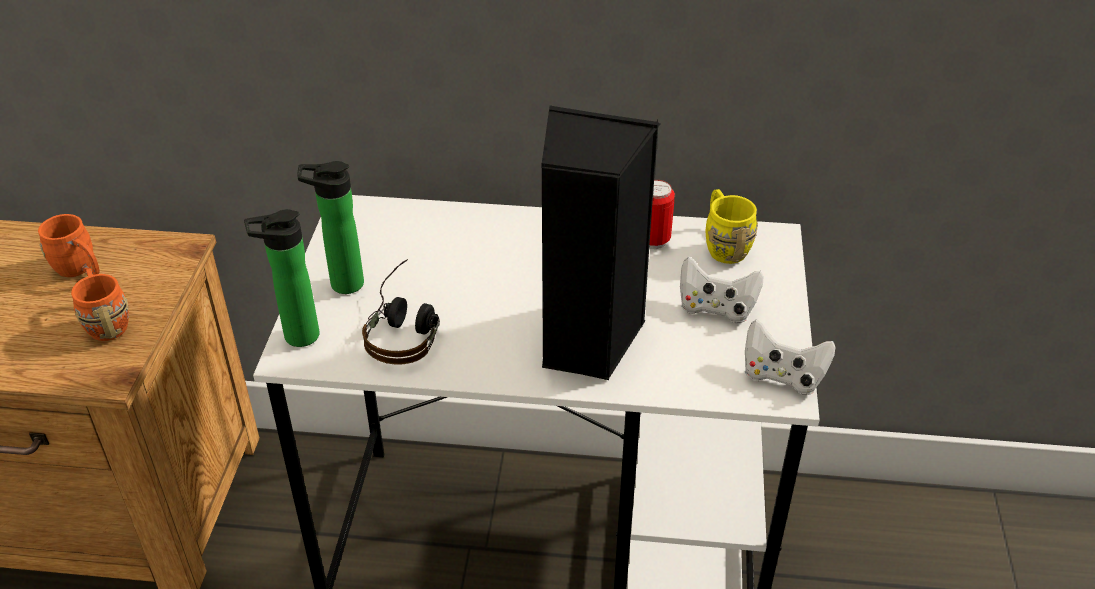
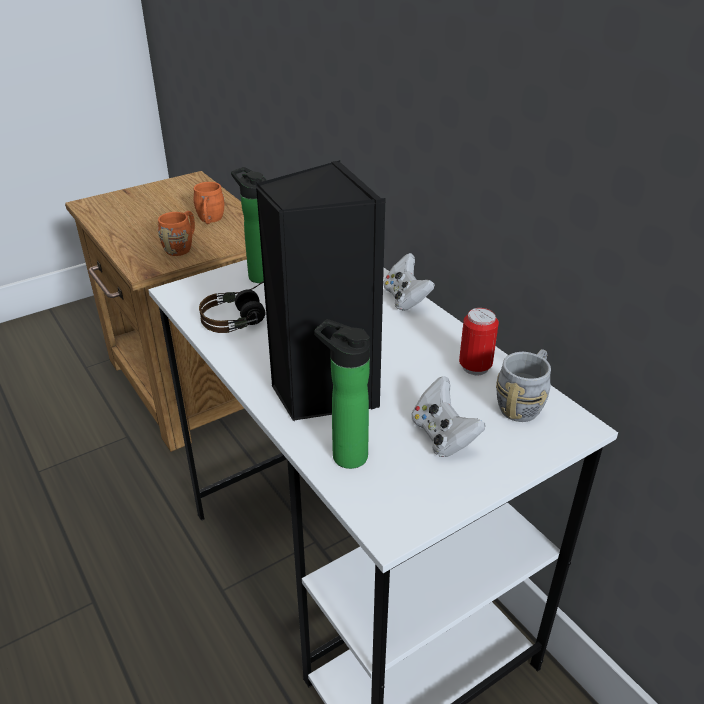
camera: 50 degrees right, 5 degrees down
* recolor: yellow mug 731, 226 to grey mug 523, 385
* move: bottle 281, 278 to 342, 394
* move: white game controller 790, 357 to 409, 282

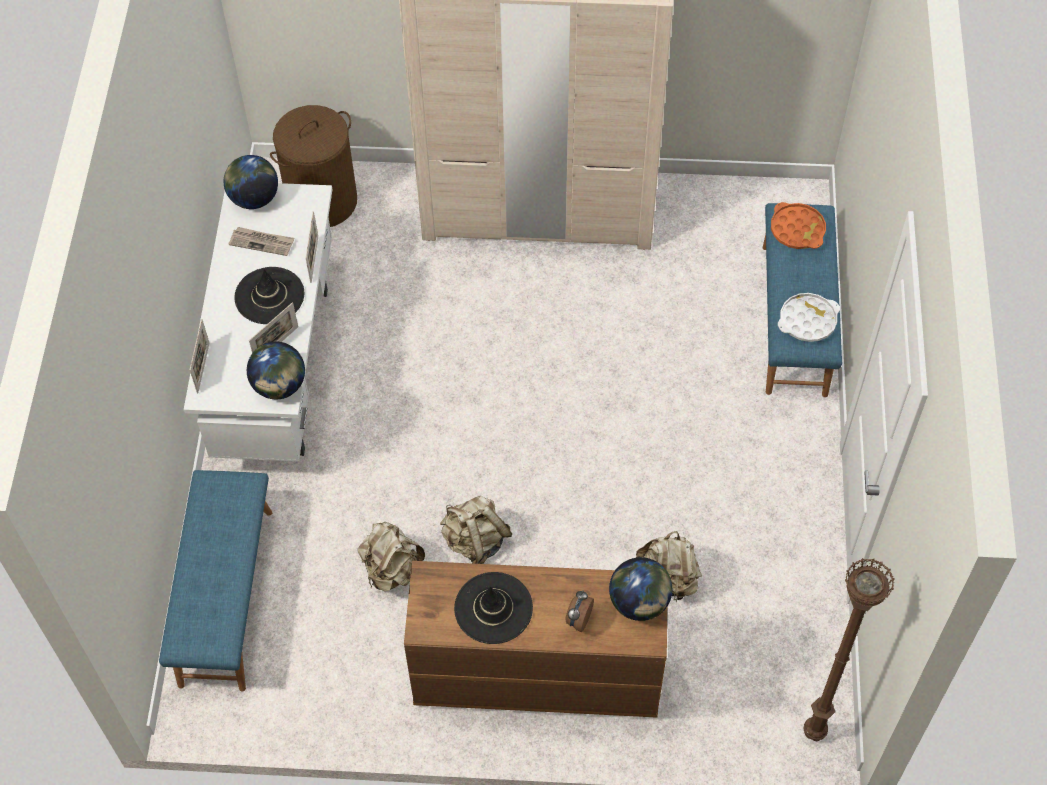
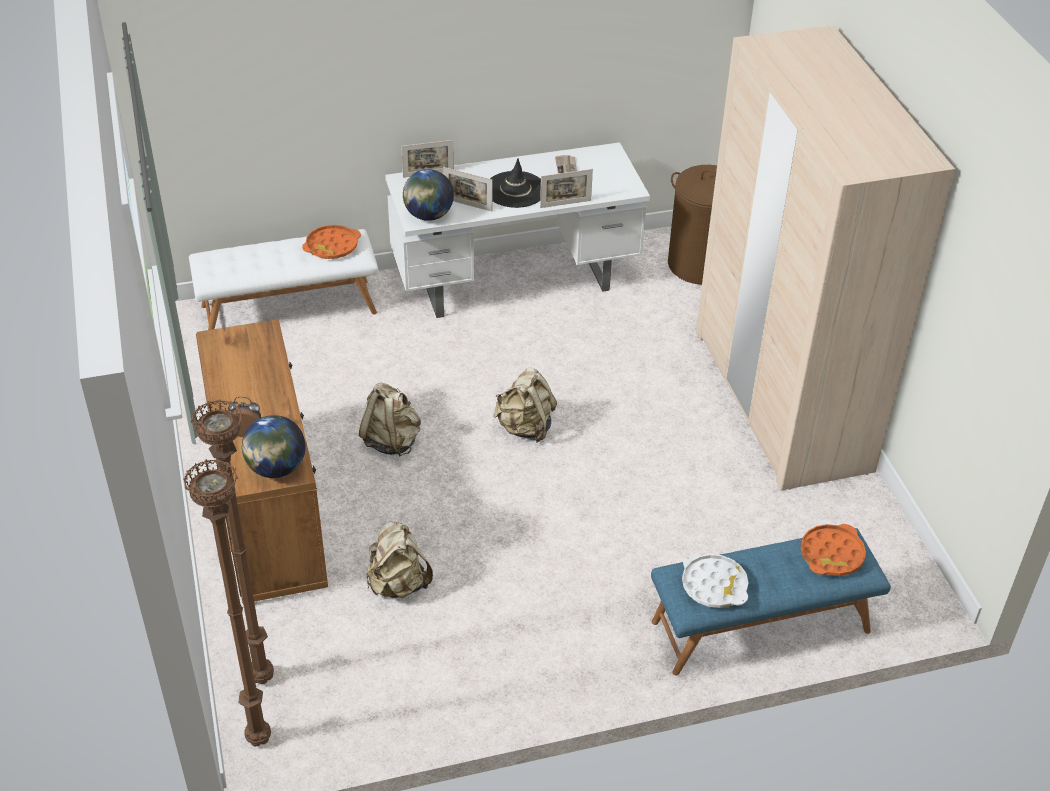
camera: 70 degrees right, 15 degrees down
* delete: globe 251, 182
* recolor: blue bench 215, 581 to white bench 283, 279
* move: beige backpack 391, 557 to 525, 405
* delete: black hat 493, 608
* insert: orange tray 331, 242
* insert: brown floor lamp 232, 541

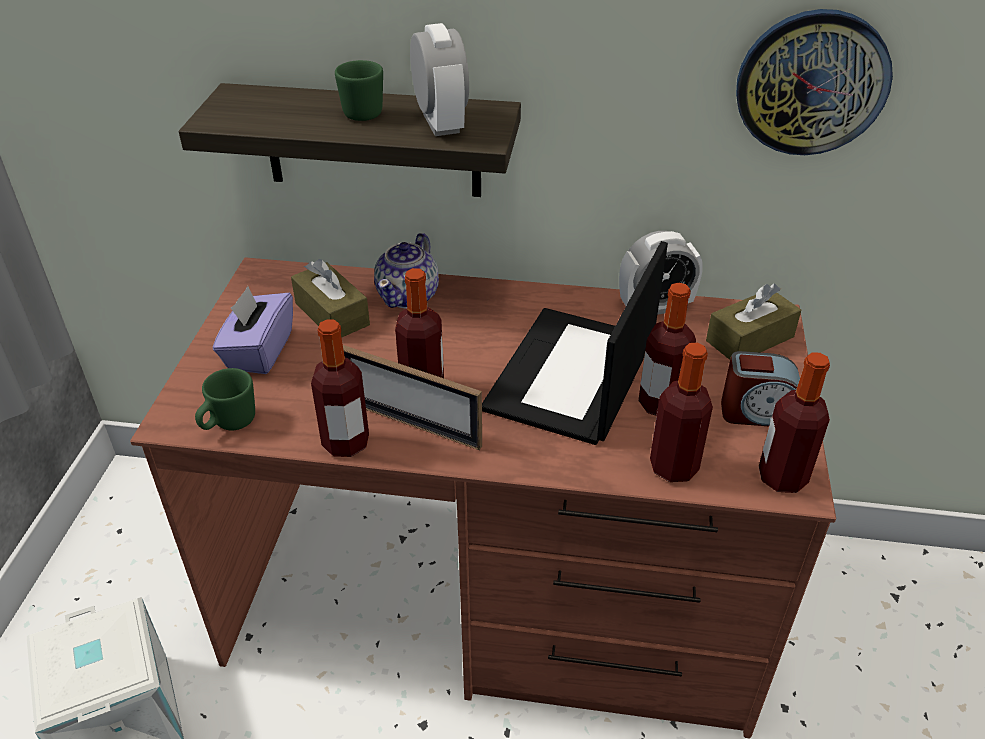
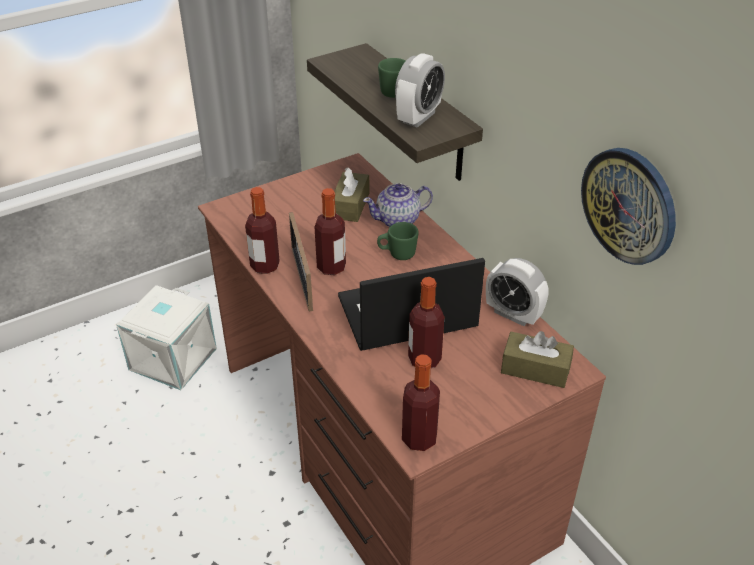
camera: 50 degrees right, 0 degrees up
* delete: purple tissue box 253, 330
* delete: bottle 681, 412
* delete: alarm clock 760, 388
* move: green mug 225, 399 to 398, 241

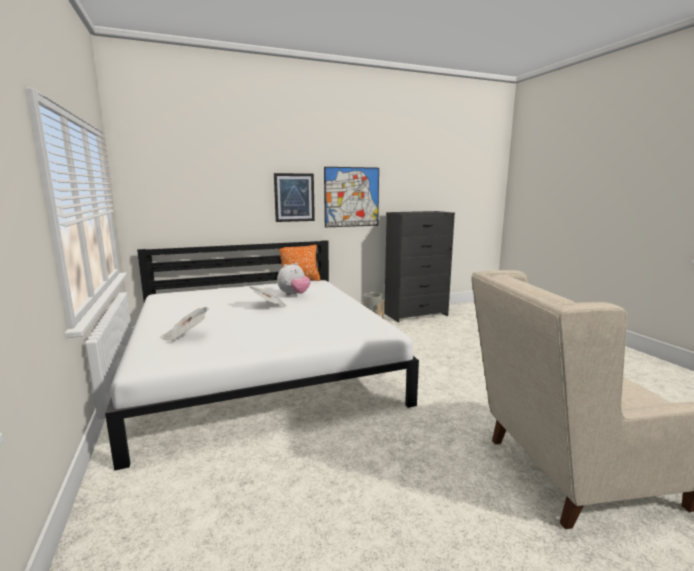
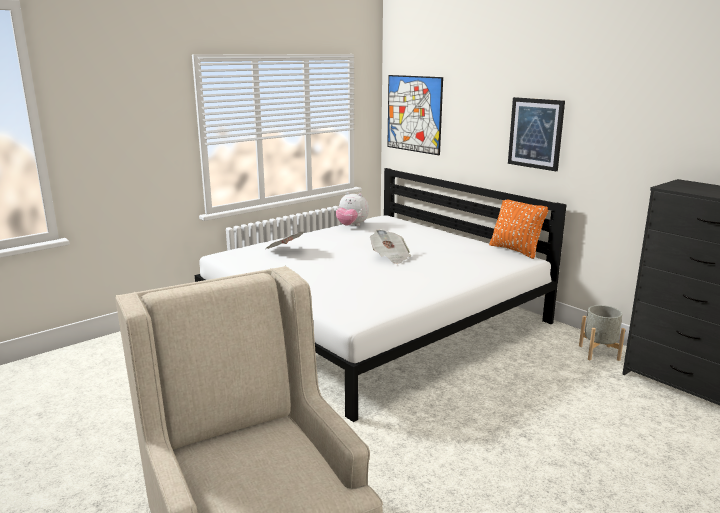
camera: 70 degrees right, 5 degrees up
* move: picture 351, 197 to 415, 115
* move: plush toy 294, 279 to 352, 209

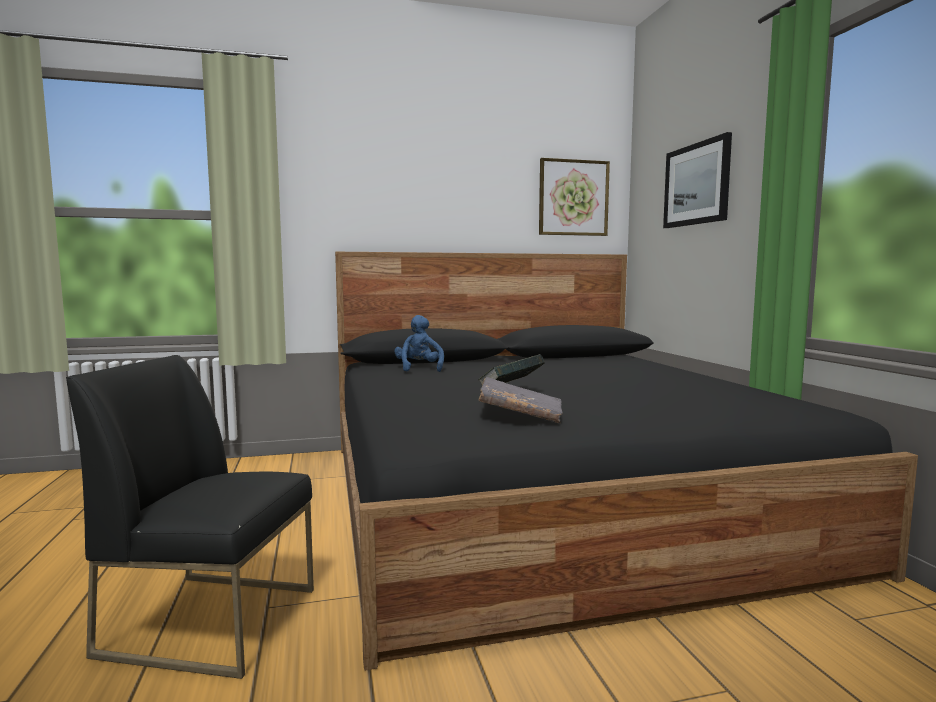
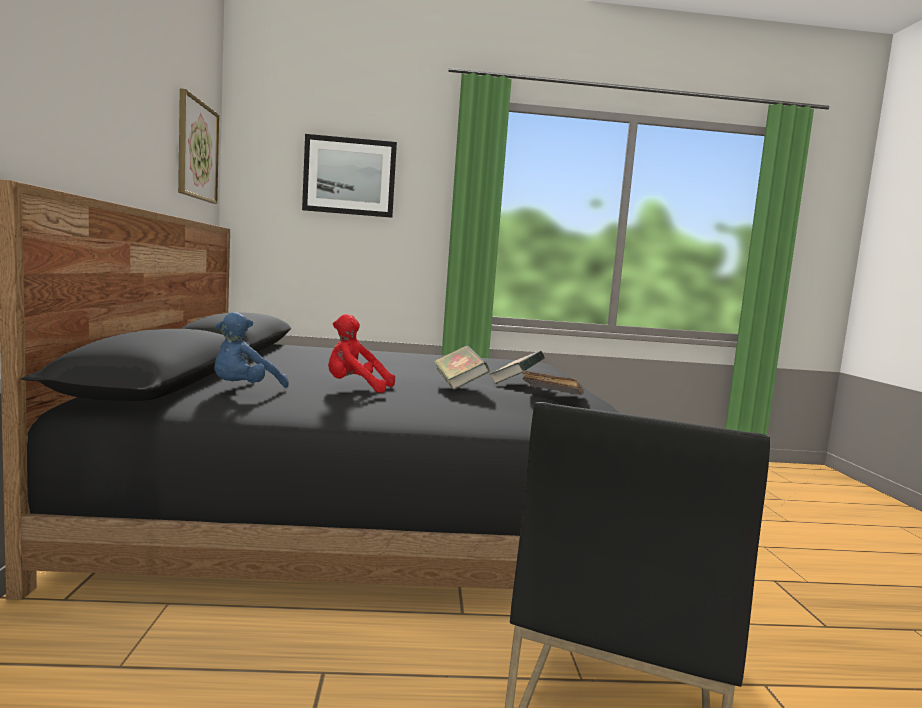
camera: 80 degrees left, 0 degrees up
* rotate: blue plush toy 419, 343 = 251, 350 60 degrees counterclockwise
* insert: red plush toy 361, 353
* insert: book 517, 367

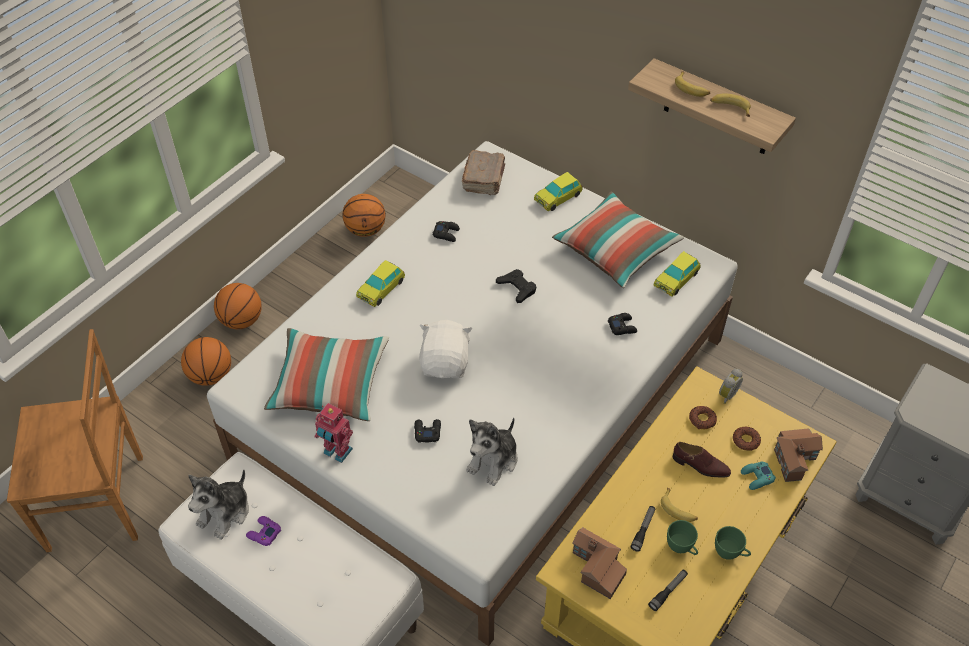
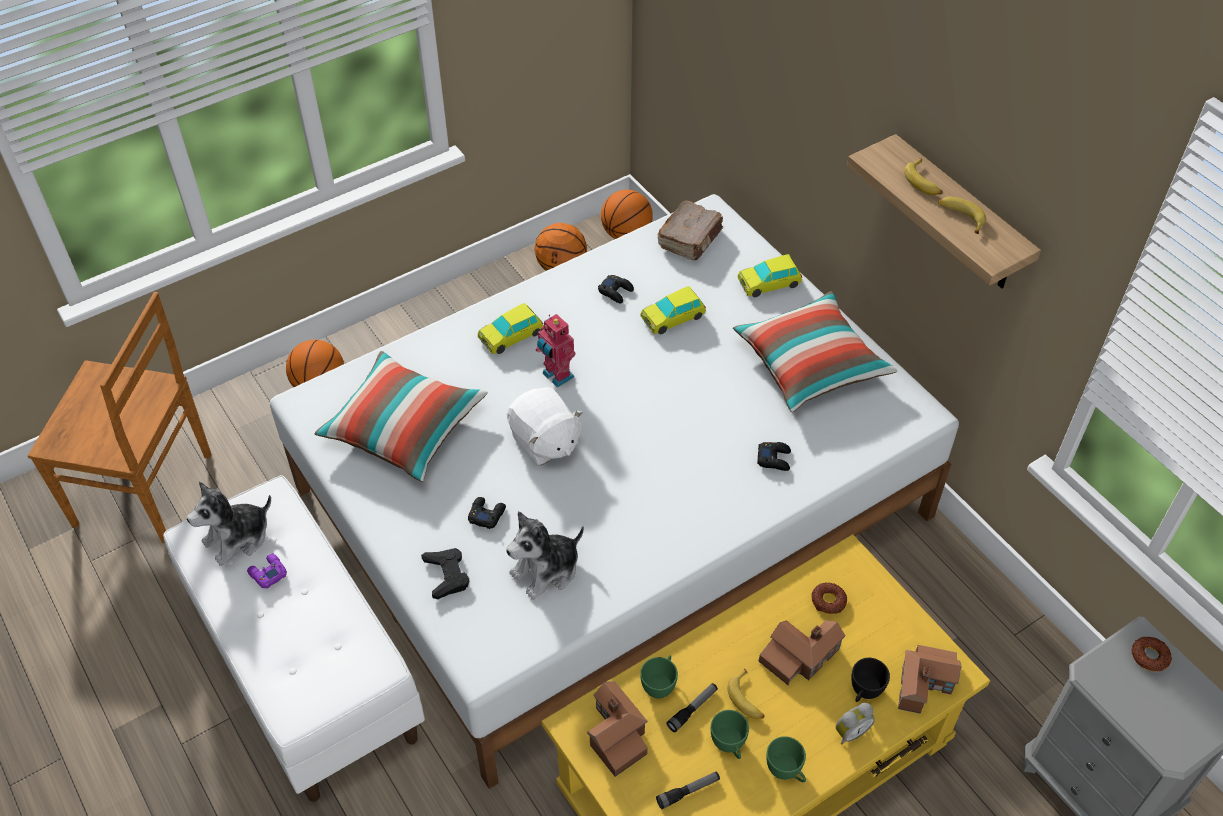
camera: 20 degrees right, 0 degrees up
* move: toy car 677, 274 to 673, 310
* move: black game controller 516, 286 to 445, 573
* move: basketball 238, 306 to 627, 214
* rotate: white plush toy 446, 349 = 545, 426 120 degrees clockwise
* move: alarm clock 731, 386 to 855, 724
* move: toy robot 334, 433 to 556, 351
* move: donut 747, 439 to 1152, 654
* replace: brown shoe 702, 459 to toy house 802, 652
* replace: turquoise game controller 758, 475 to black cup 870, 680
* insert: green cup 659, 677

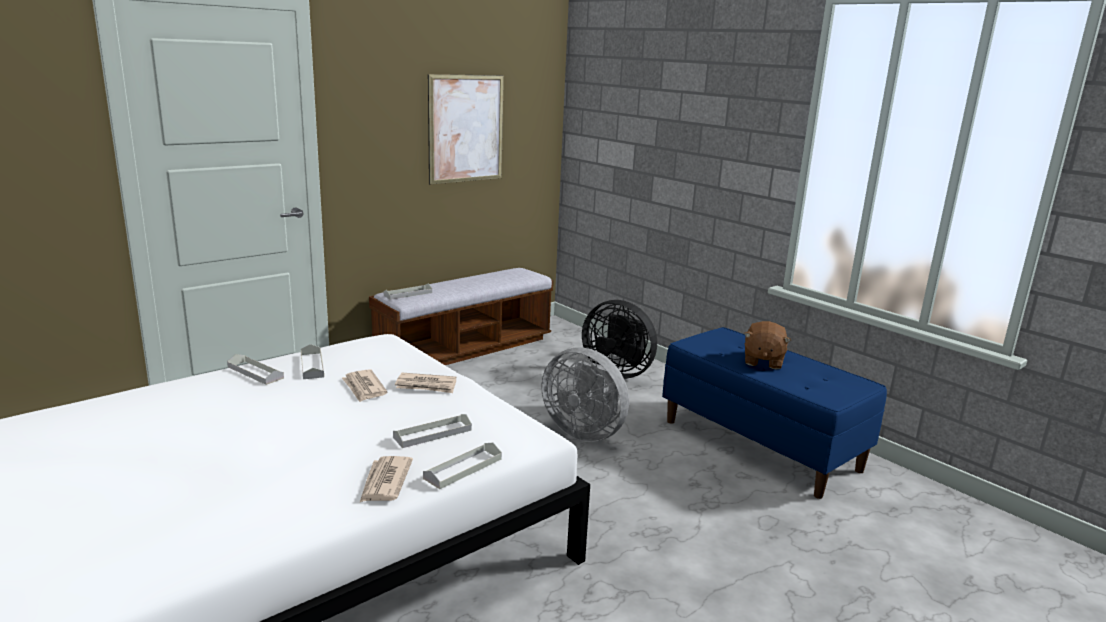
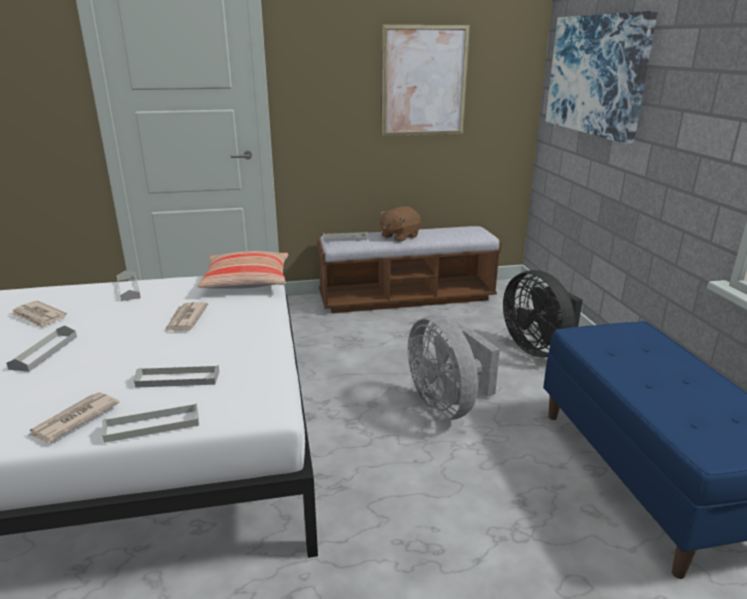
camera: 30 degrees right, 5 degrees up
* move: brown plush toy 767, 345 to 400, 224
* move: grey tray 312, 361 to 41, 349
* move: newspaper 425, 383 to 38, 314
* insert: picture 602, 77
* insert: pillow 242, 269

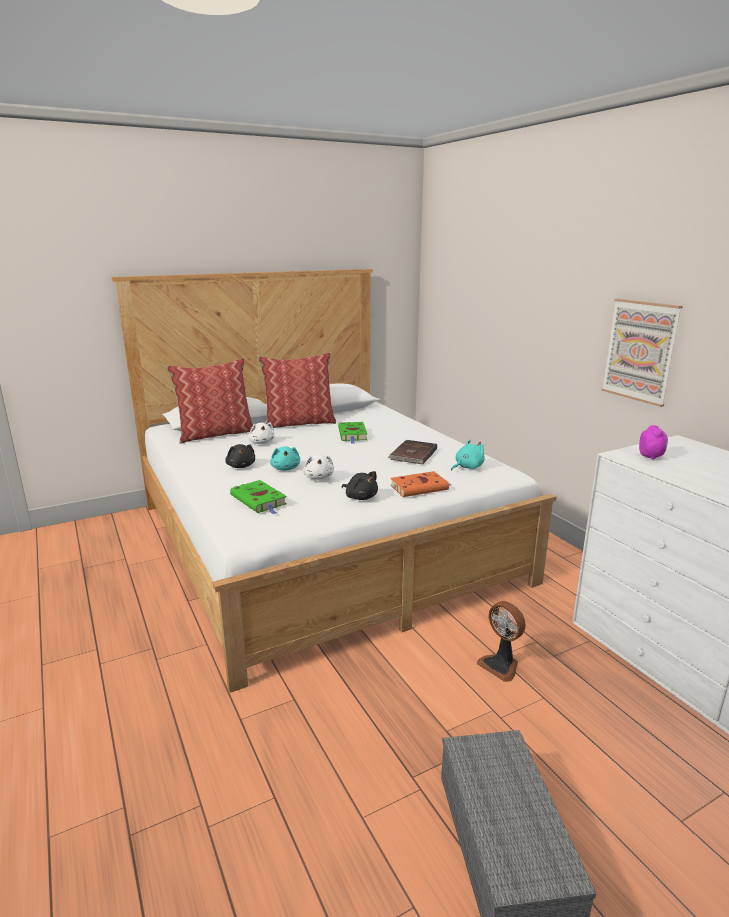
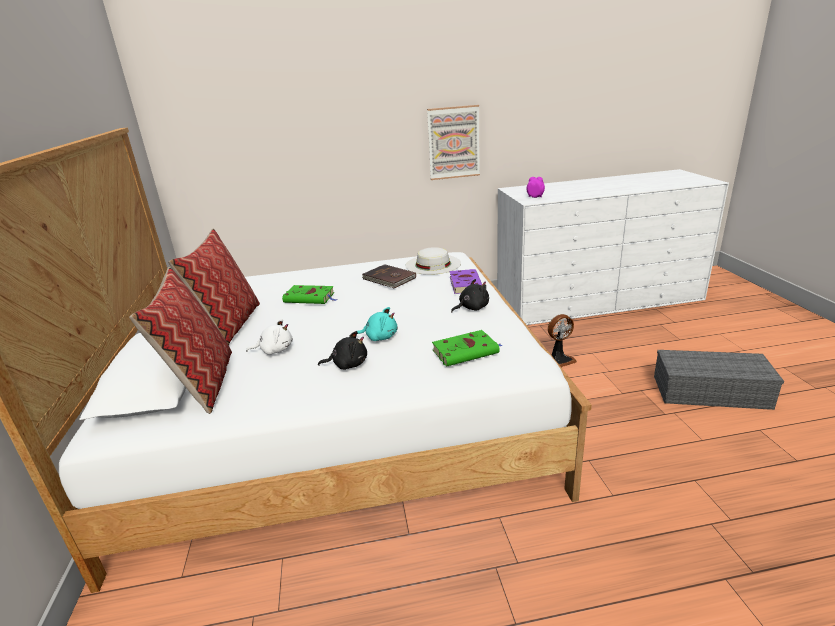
camera: 70 degrees left, 5 degrees up
* replace: turquoise plush toy 468, 455 to white hat 433, 261
* delete: white plush toy 318, 467
* recolor: orange book 421, 484 to purple book 466, 281

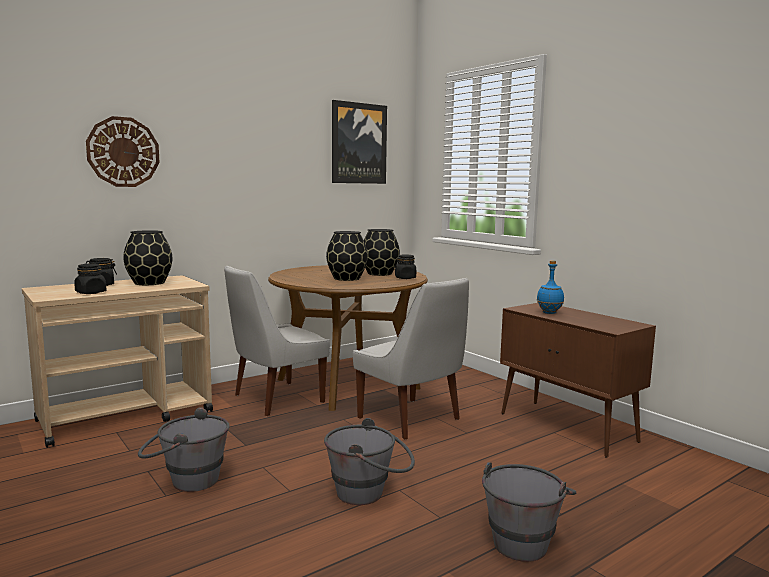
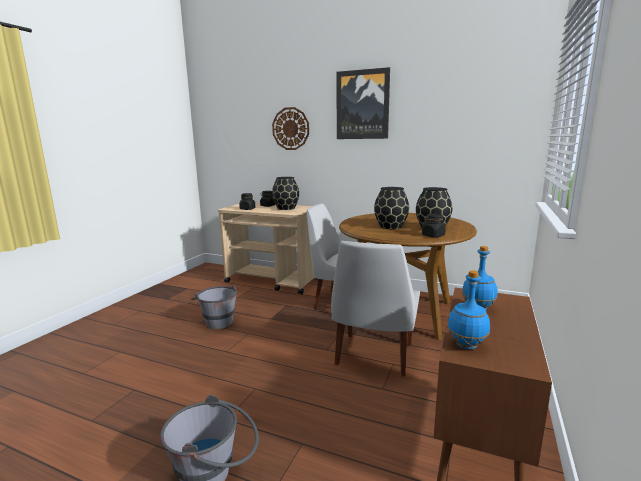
camera: 60 degrees right, 5 degrees up
* move: picture 359, 142 to 363, 103
* delete: grey bucket 369, 461
* insert: blue bottle 468, 309

